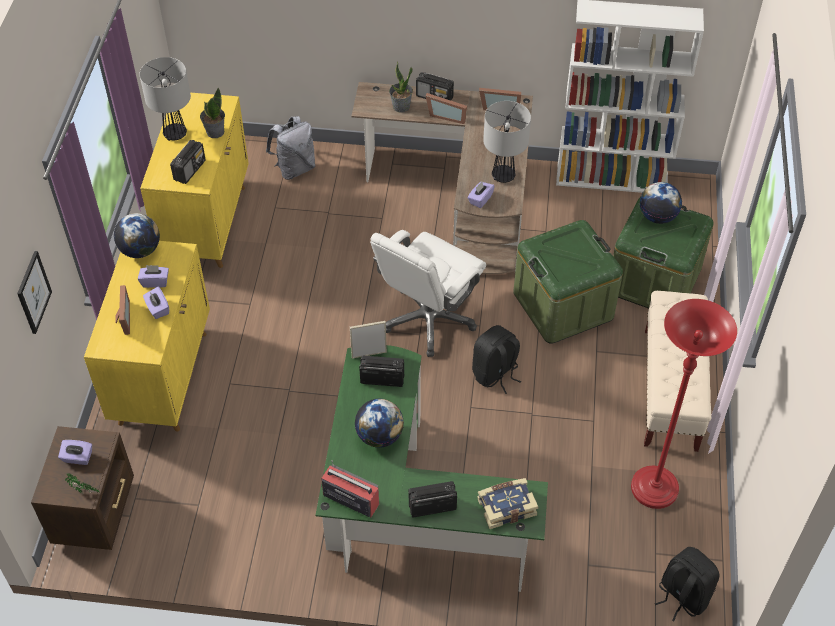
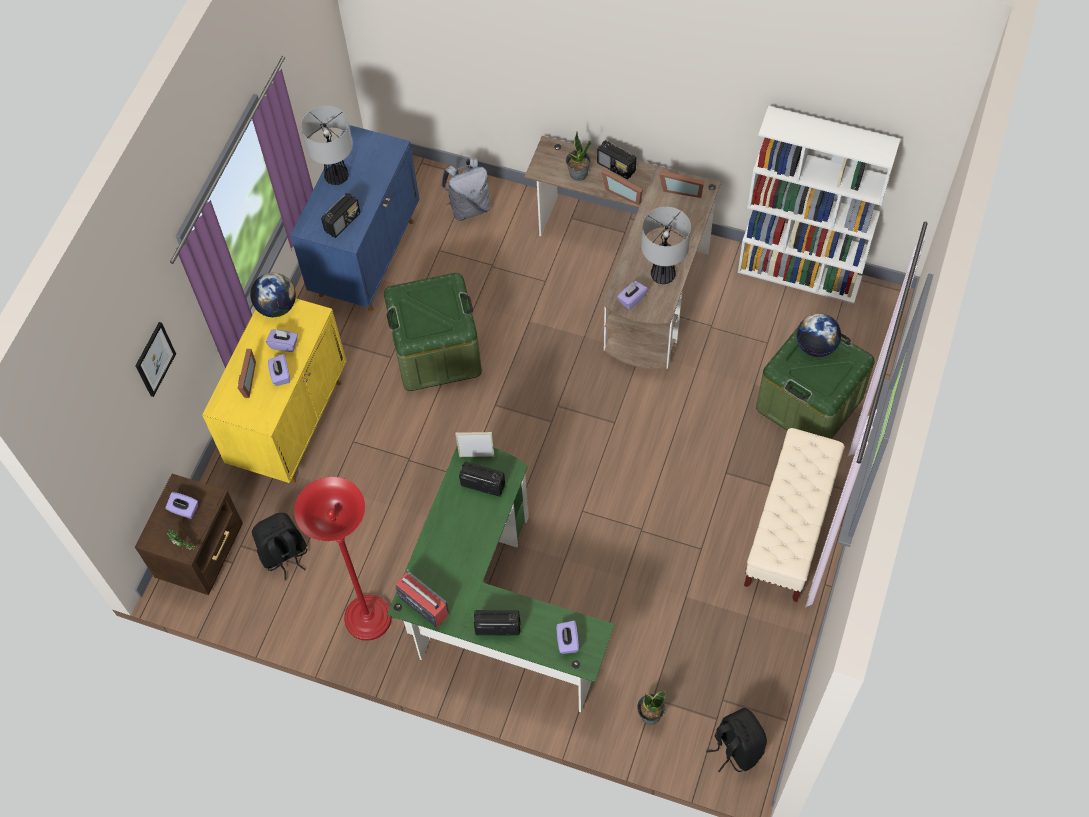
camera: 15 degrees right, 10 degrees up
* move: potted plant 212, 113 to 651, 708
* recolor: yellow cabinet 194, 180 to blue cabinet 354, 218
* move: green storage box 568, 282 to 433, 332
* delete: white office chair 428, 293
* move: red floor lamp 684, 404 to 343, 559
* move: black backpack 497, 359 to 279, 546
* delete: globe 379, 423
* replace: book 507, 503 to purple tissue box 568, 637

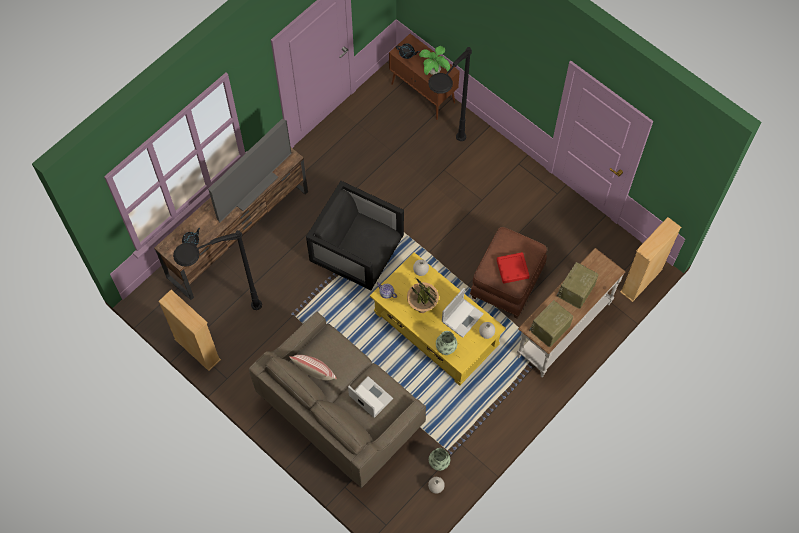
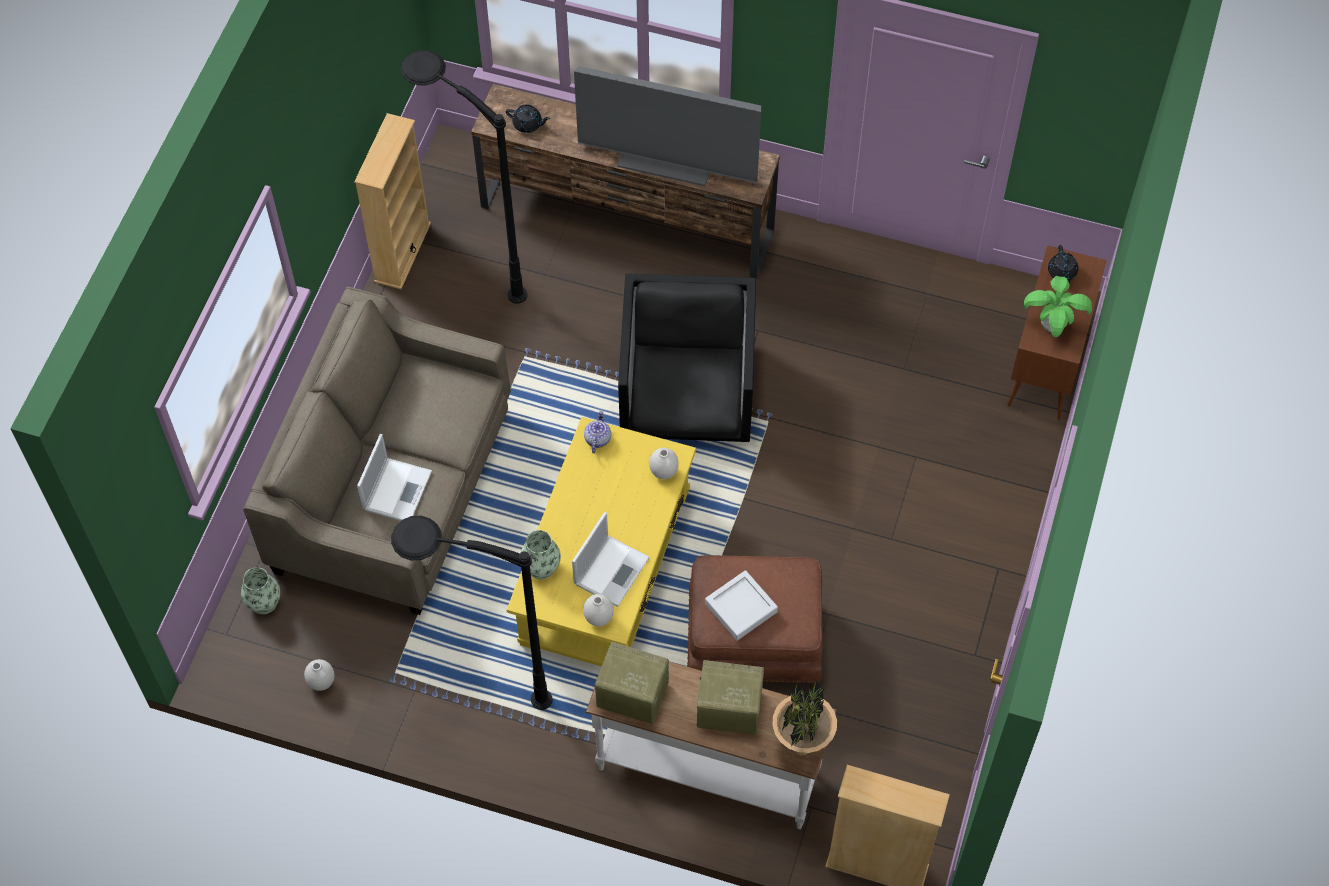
camera: 65 degrees right, 5 degrees down
* move: black floor lamp 450, 94 to 471, 613
* recolor: red tray 513, 268 to grey tray 741, 605
* move: potted plant 423, 295 to 804, 718
* rotate: laptop 463, 313 = 611, 559 75 degrees counterclockwise
* delete: pillow 313, 367
* move: vase 439, 459 to 260, 590

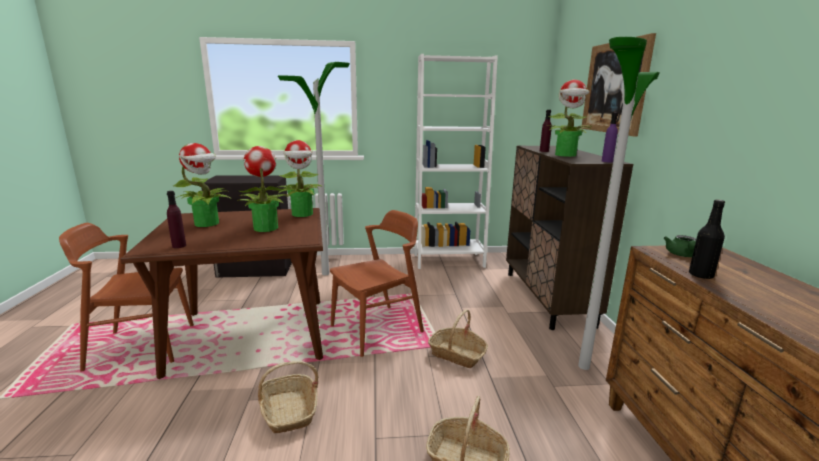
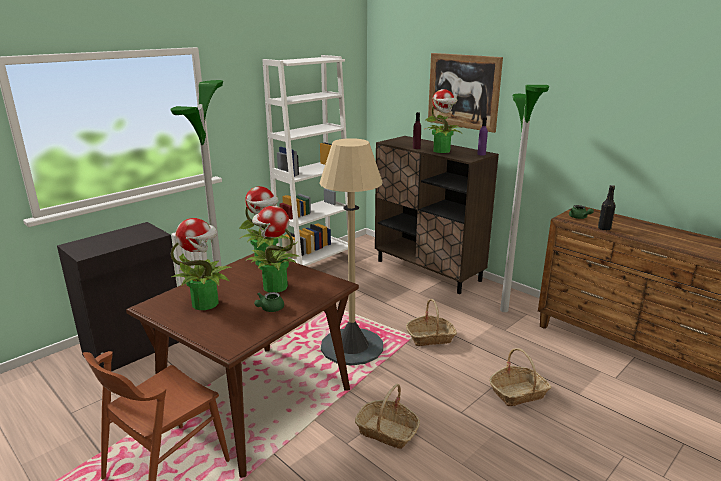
camera: 40 degrees left, 5 degrees up
* delete: purple bottle 176, 219
* replace: brown chair 377, 283 to beige floor lamp 351, 252
* insert: green teapot 269, 302

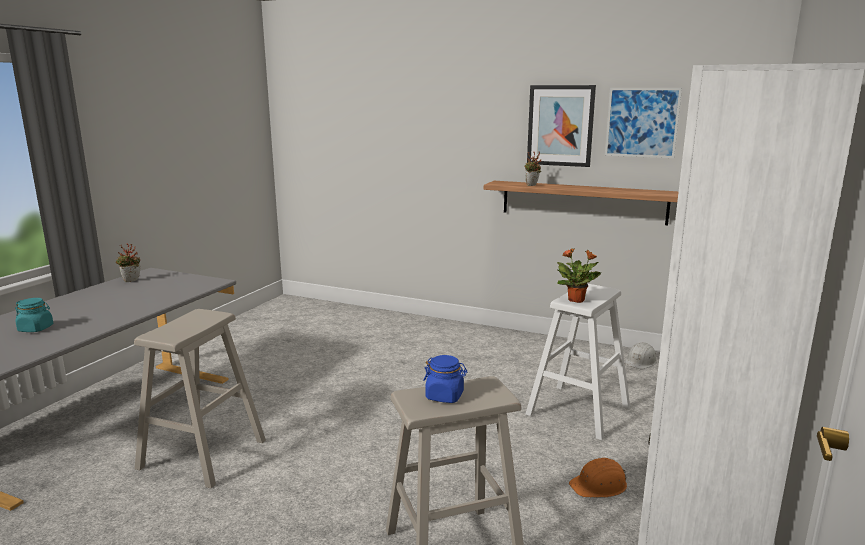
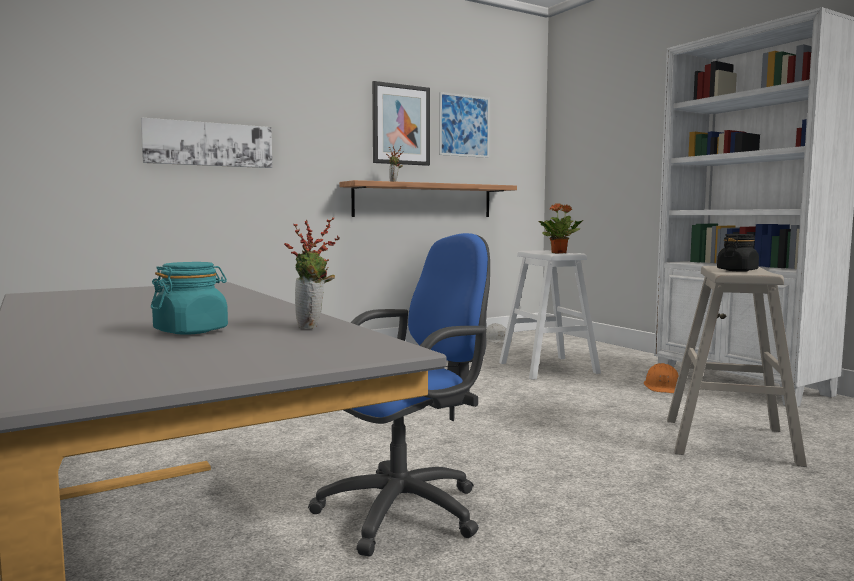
camera: 55 degrees left, 10 degrees down
* move: potted plant 128, 262 to 312, 273
* replace: beige stool 200, 399 to blue office chair 399, 394
* recolor: blue jar 445, 379 to black jar 738, 253
* insert: picture 206, 142

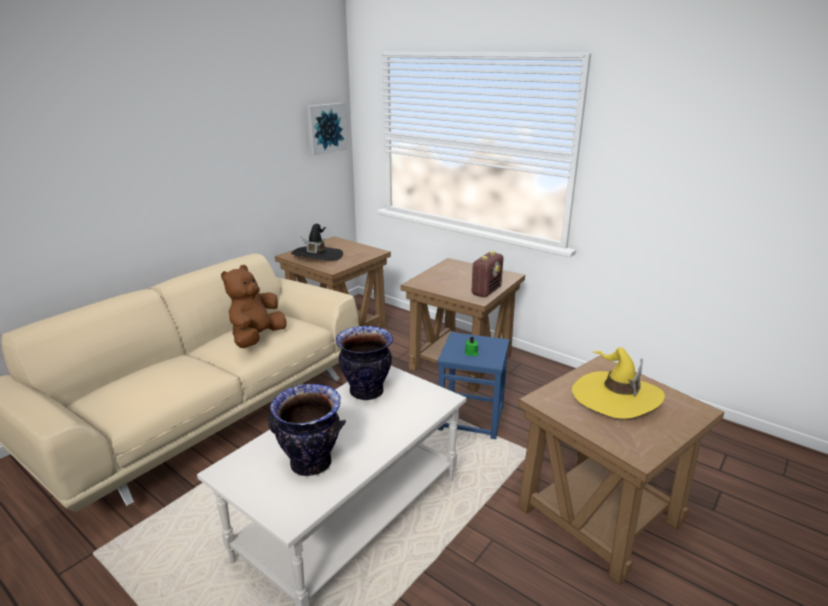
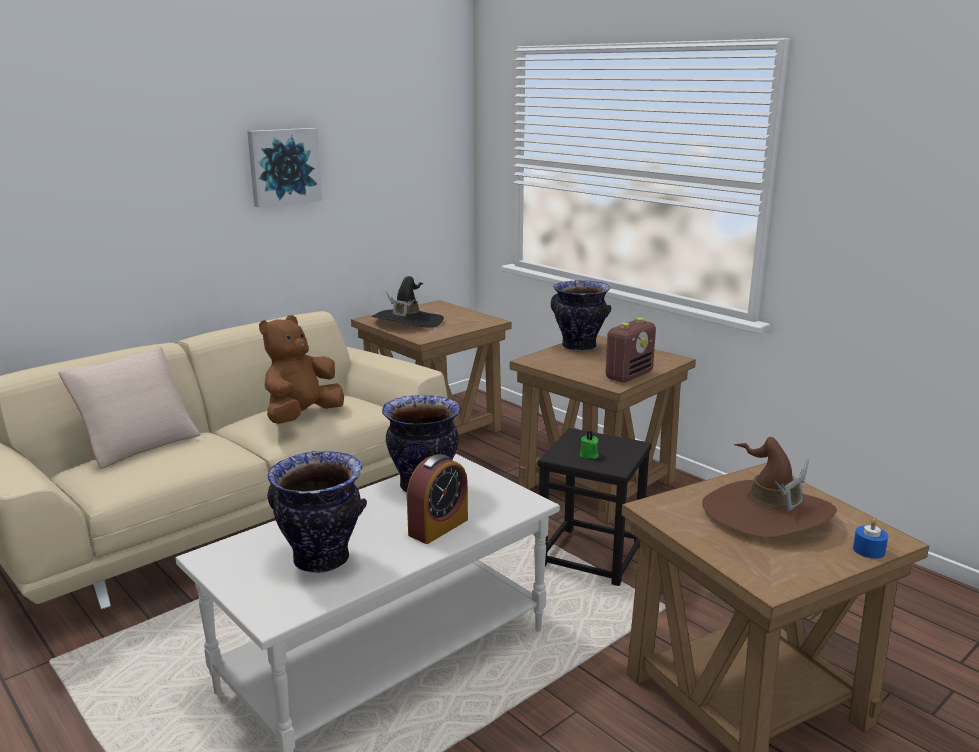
camera: 10 degrees right, 5 degrees down
* move: picture 326, 129 to 284, 168
* recolor: blue stool 473, 385 to black stool 594, 507
* recolor: yellow hat 618, 383 to brown hat 769, 487
* insert: vase 581, 315
* insert: beige pillow 129, 407
* insert: alarm clock 437, 499
* insert: blue candle 870, 539

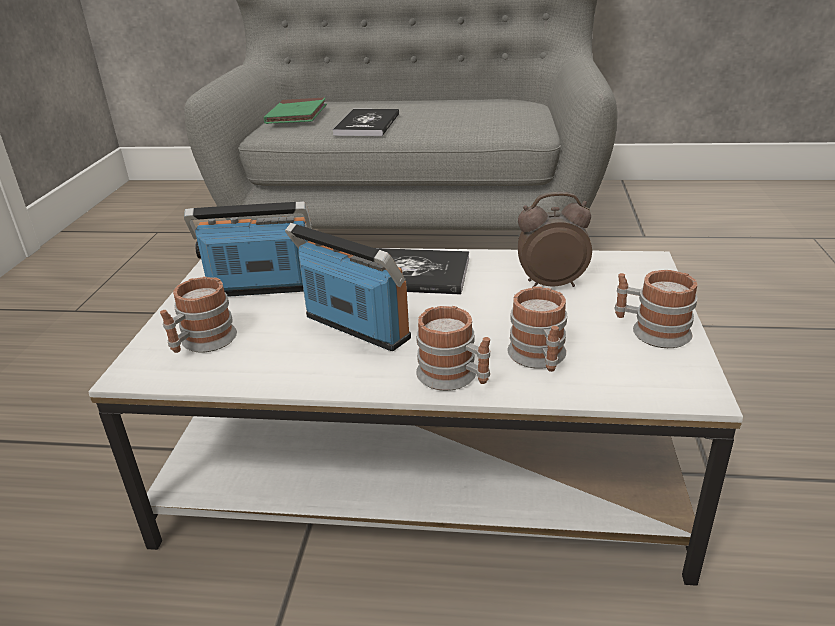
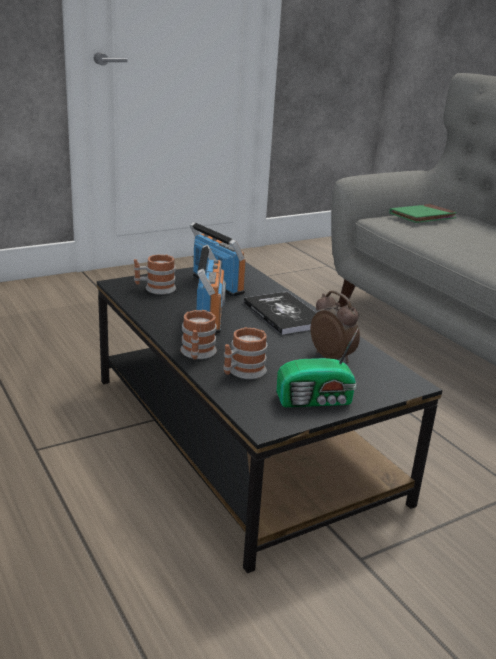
camera: 50 degrees right, 5 degrees down
* delete: book 365, 122
* recolor: white coffee table 415, 417 to black coffee table 269, 417
* replace: mug 656, 309 to radio 318, 367

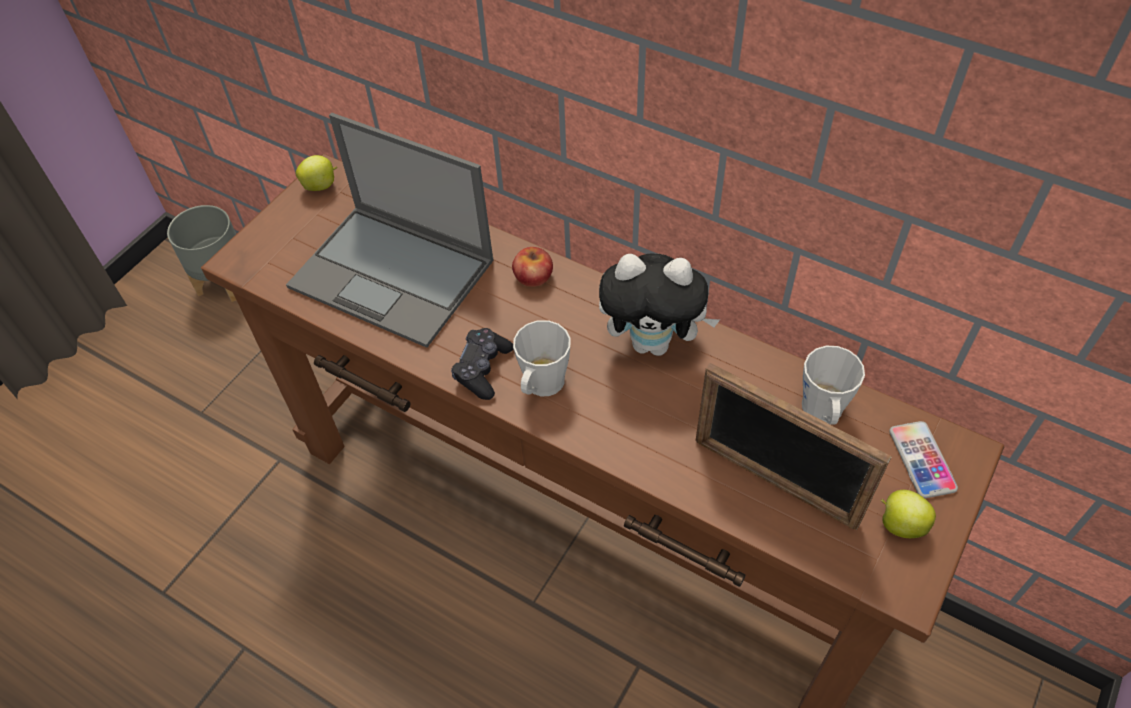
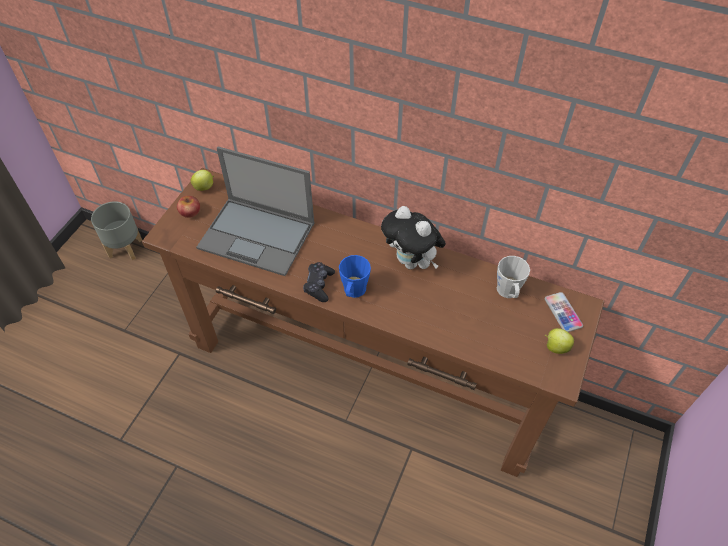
camera: 10 degrees left, 0 degrees up
* move: apple 532, 267 to 188, 207
* rotate: plush toy 659, 304 = 413, 237 45 degrees clockwise
* recolor: grey mug 541, 358 to blue mug 355, 276
* delete: picture frame 793, 446

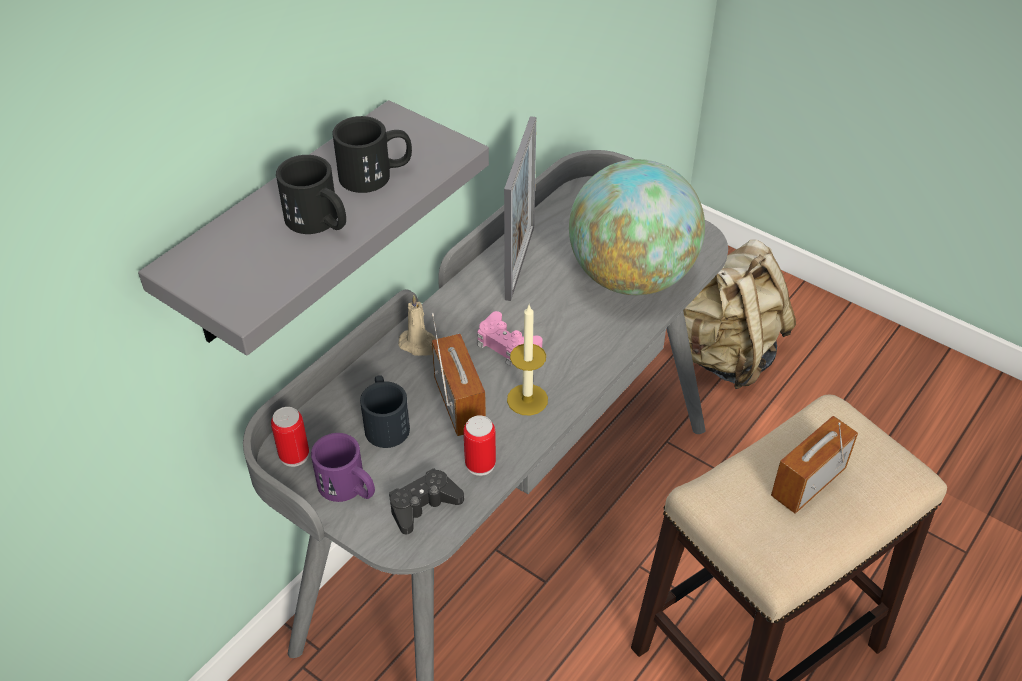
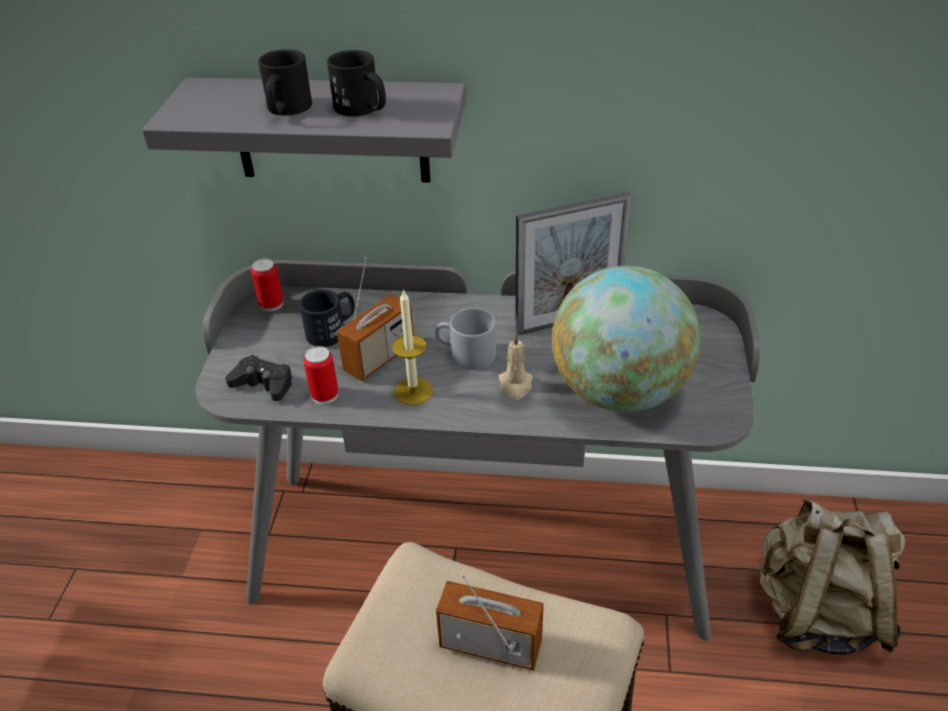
camera: 60 degrees right, 5 degrees down
* move: beige candle 417, 325 to 516, 366
* replace: pink game controller 509, 338 to grey mug 465, 339
* delete: purple mug 343, 467

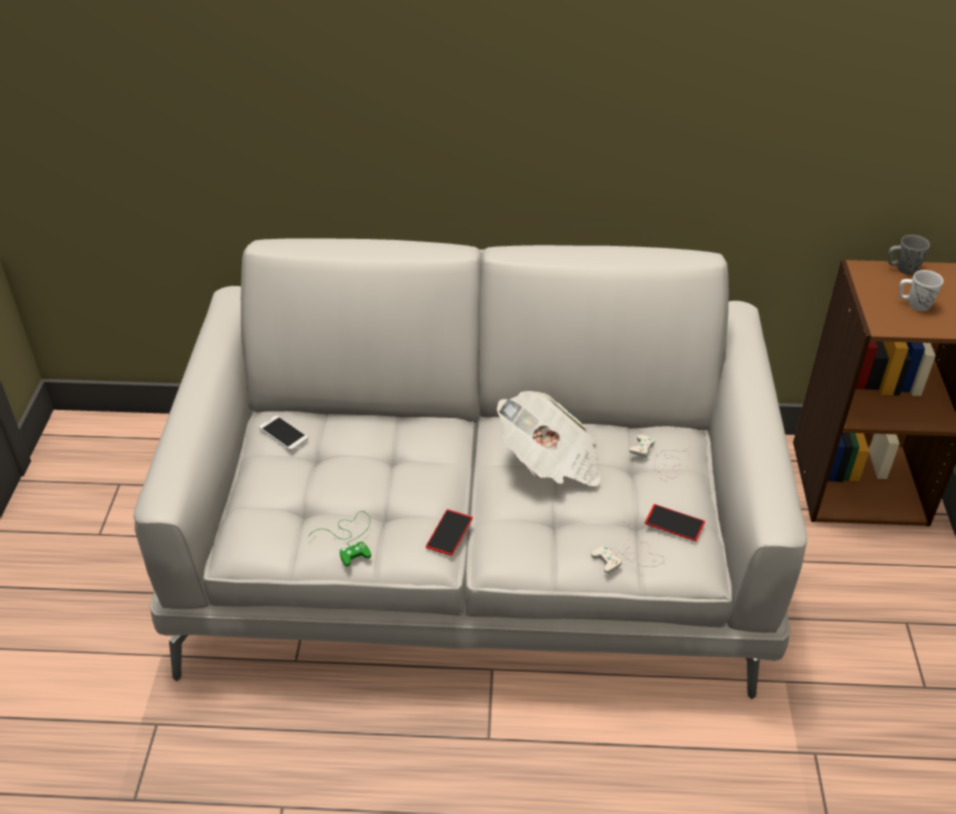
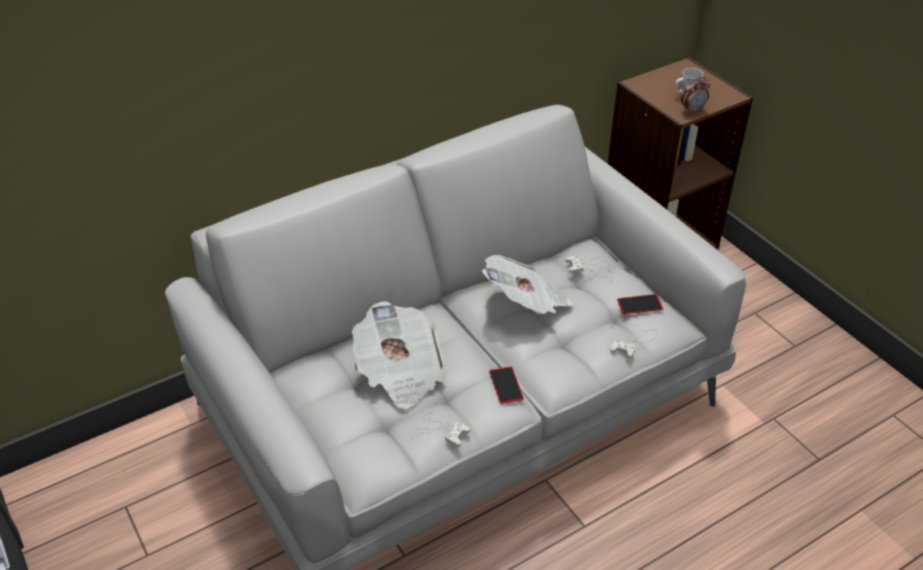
camera: 35 degrees left, 0 degrees up
* delete: grey mug 909, 255
* delete: phone 283, 432
* recolor: green game controller 339, 538 to white game controller 440, 424
* insert: alarm clock 695, 95
* insert: newspaper 399, 355

